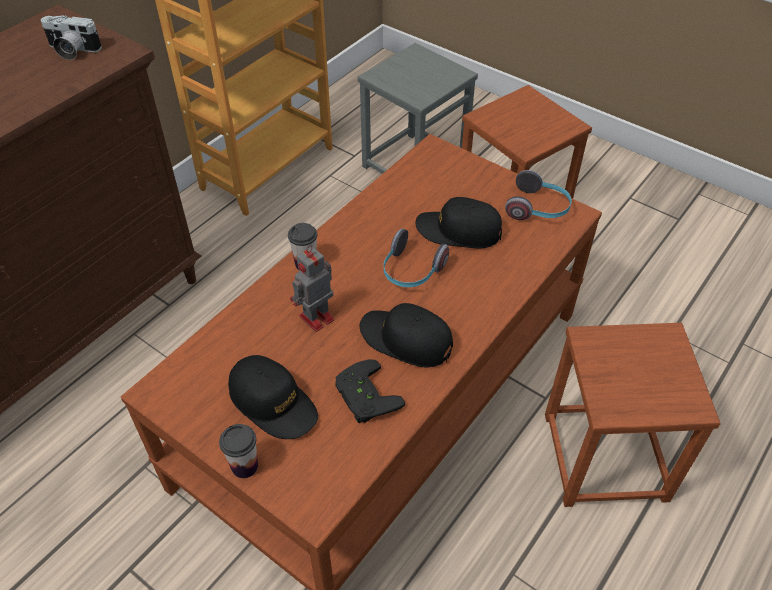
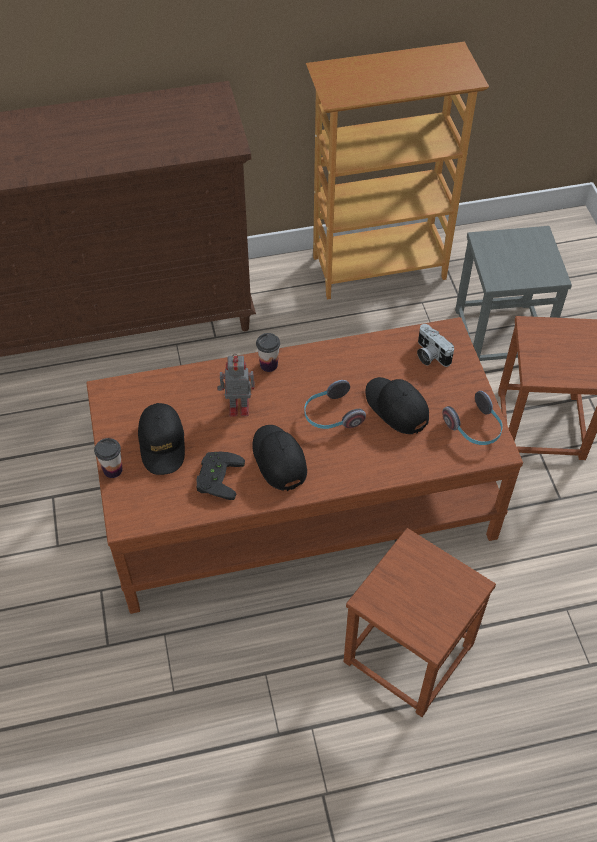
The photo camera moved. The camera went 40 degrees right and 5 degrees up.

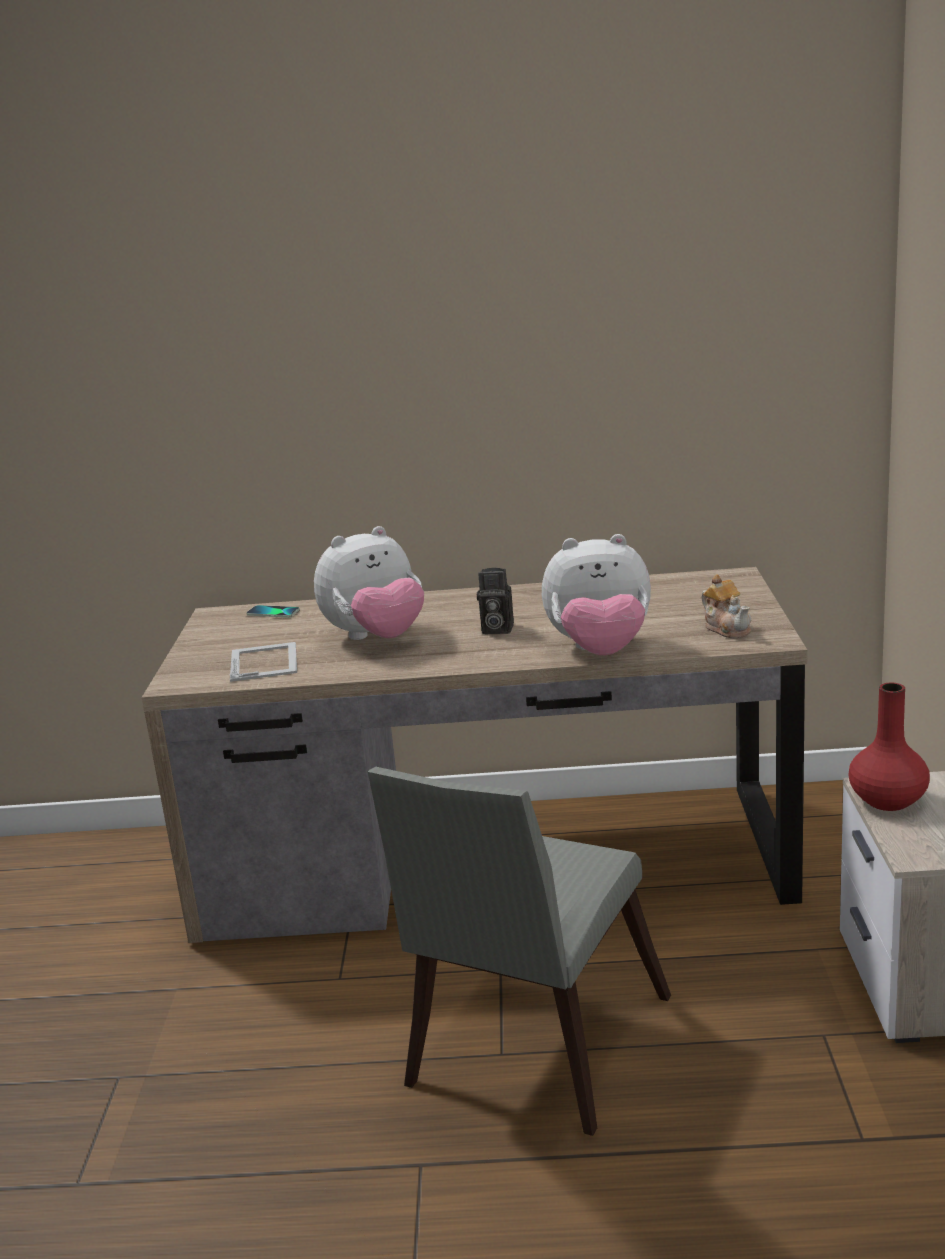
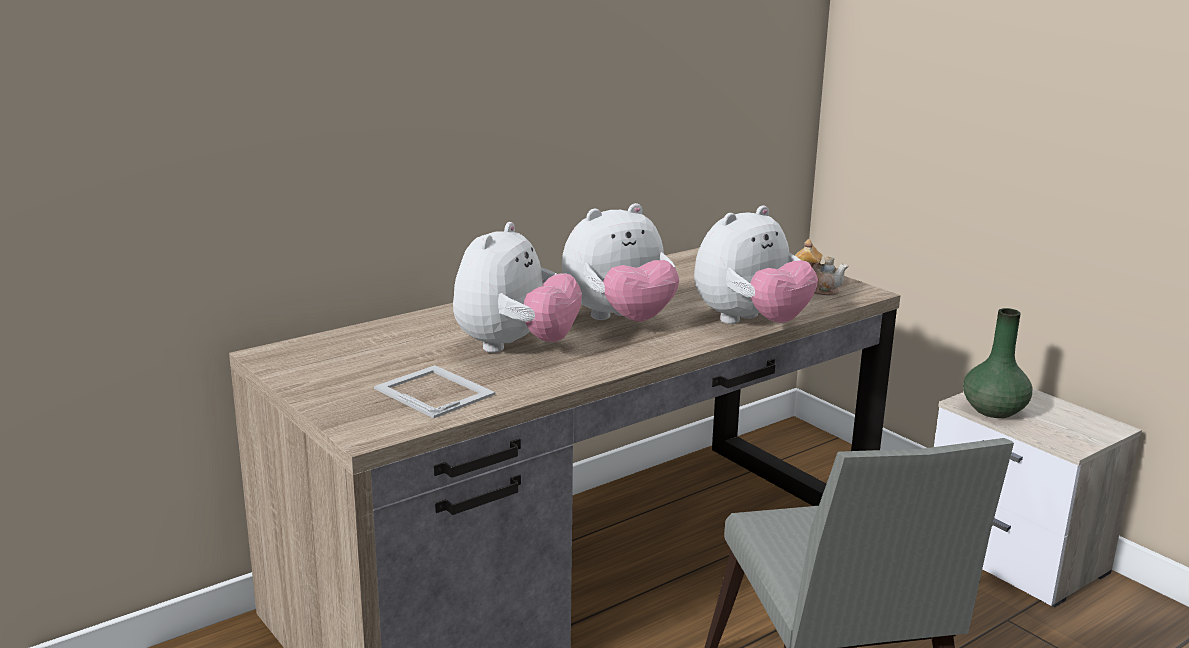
The phone disappeared. The photo camera was replaced by the plush toy (2nd from left). The vase/red became the vase/green. The camera went 40 degrees left and 0 degrees up.

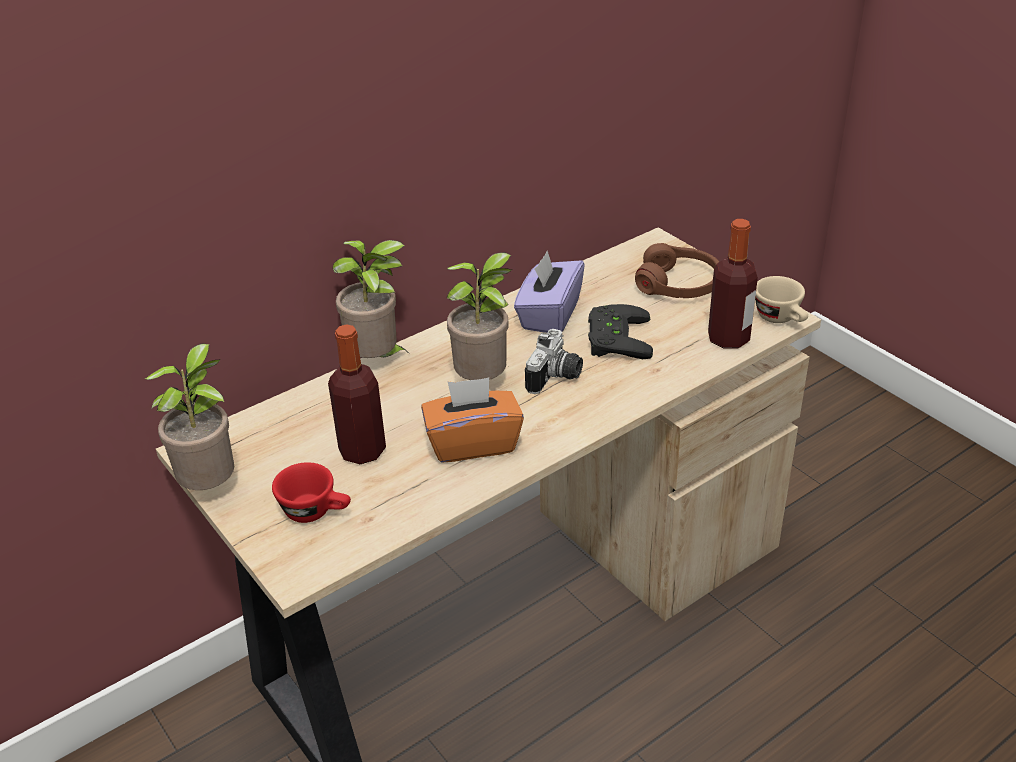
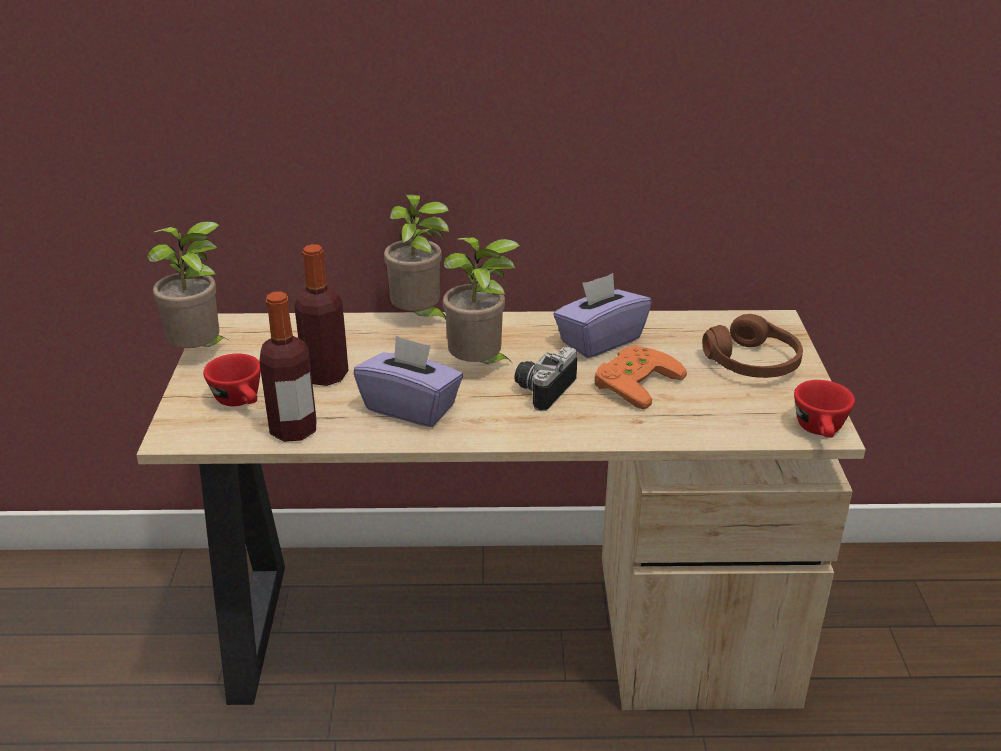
The tissue box/orange became the tissue box/purple (1st from left). The photo camera turned 150 degrees clockwise. The game controller/black became the game controller/orange. The bottle (2nd from left in the first image) moved. The cup/beige became the cup/red (2nd from left). The camera went 35 degrees right and 5 degrees down.

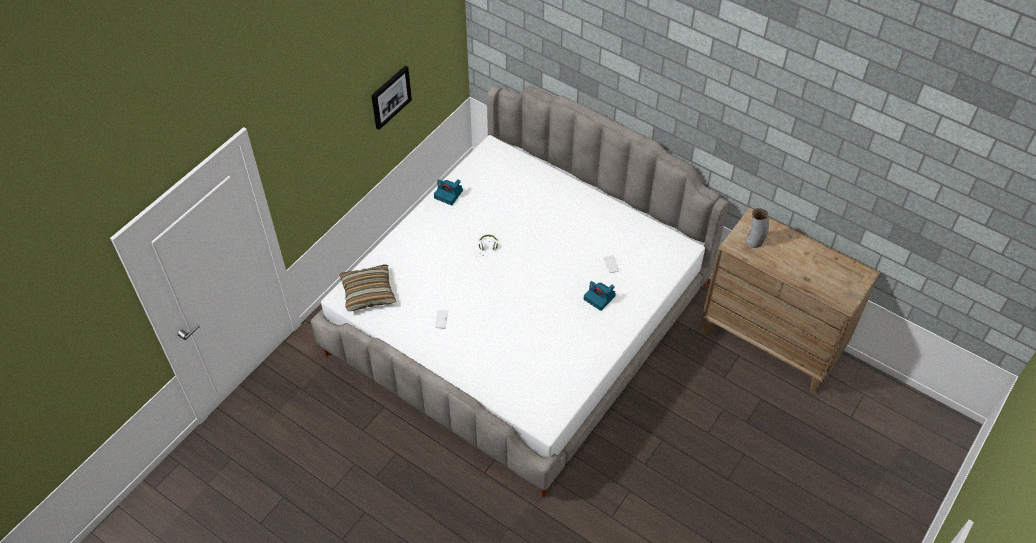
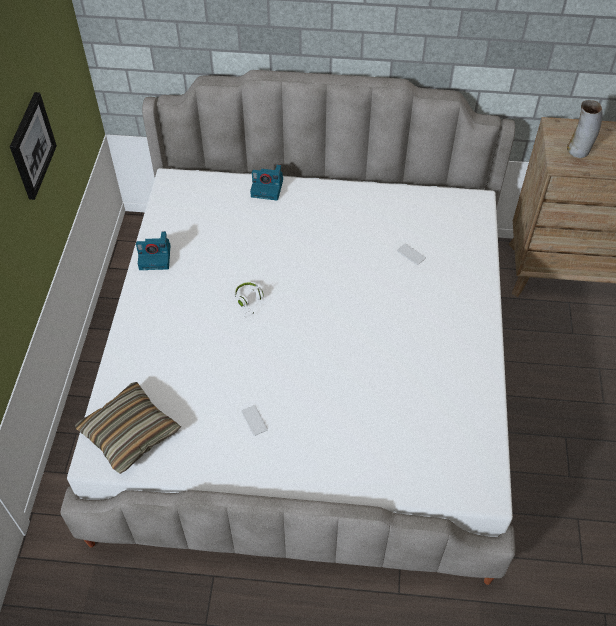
The photo camera (2nd from left) moved. The camera went 30 degrees left and 0 degrees up.

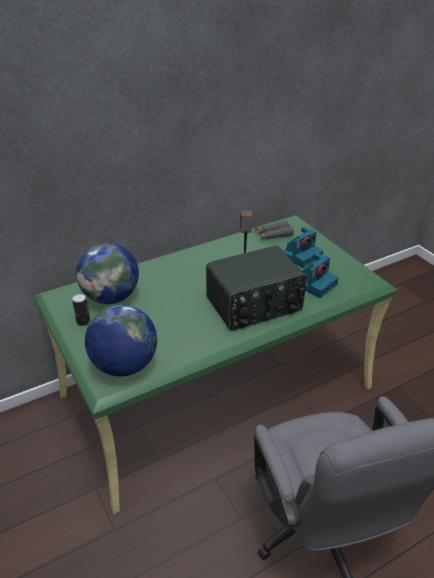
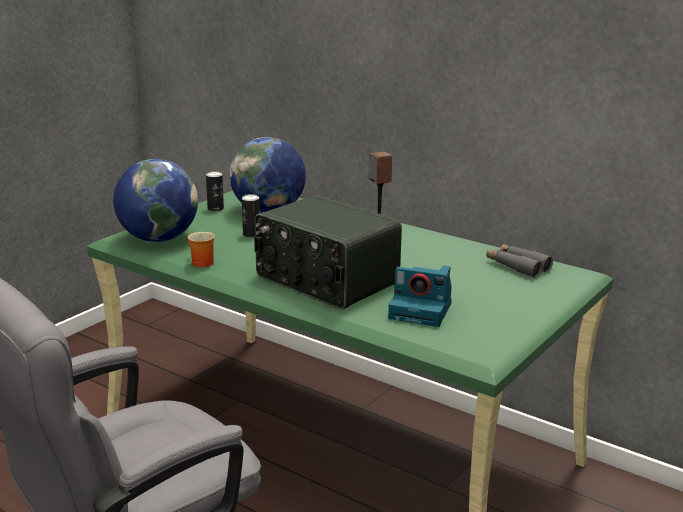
The photo camera (1st from left) disappeared. The mug appeared. The can (2nd from left) appeared. The camera went 65 degrees right and 15 degrees down.

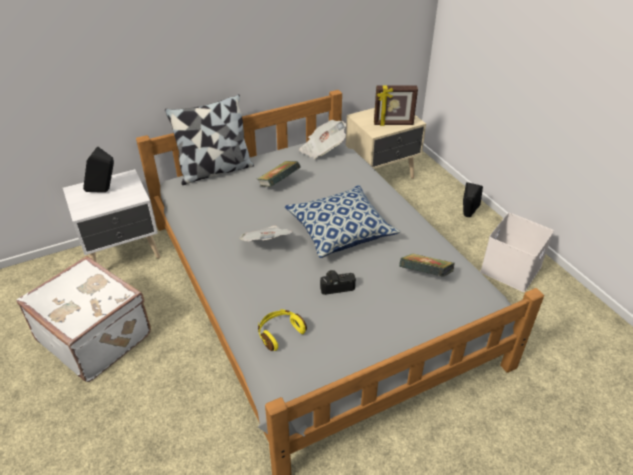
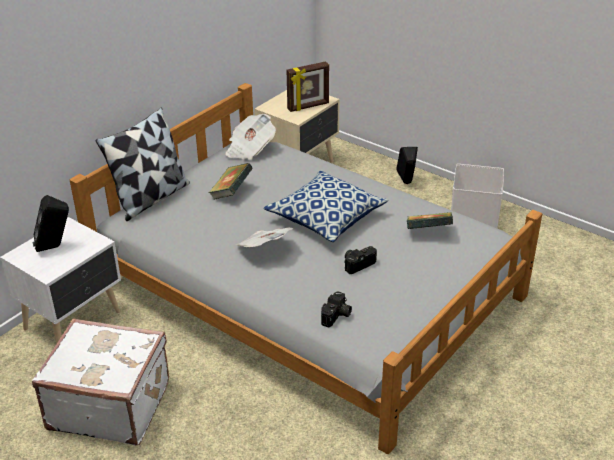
The headphones/yellow was replaced by the photo camera (1st from left). The camera went 25 degrees left and 5 degrees down.

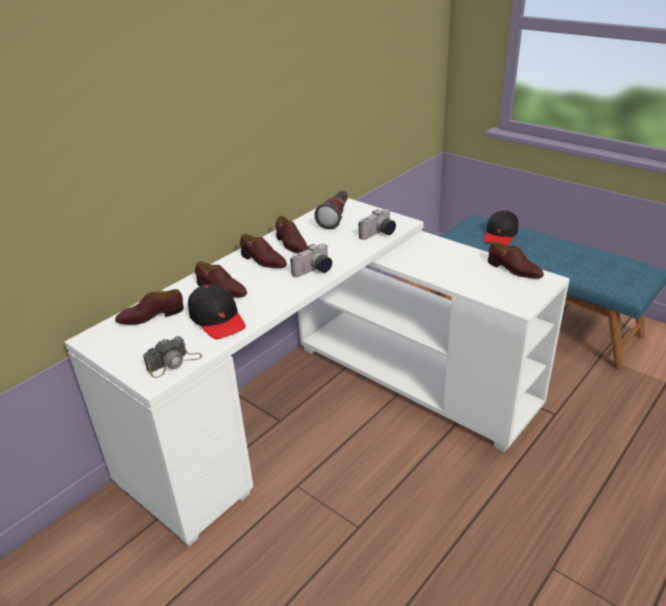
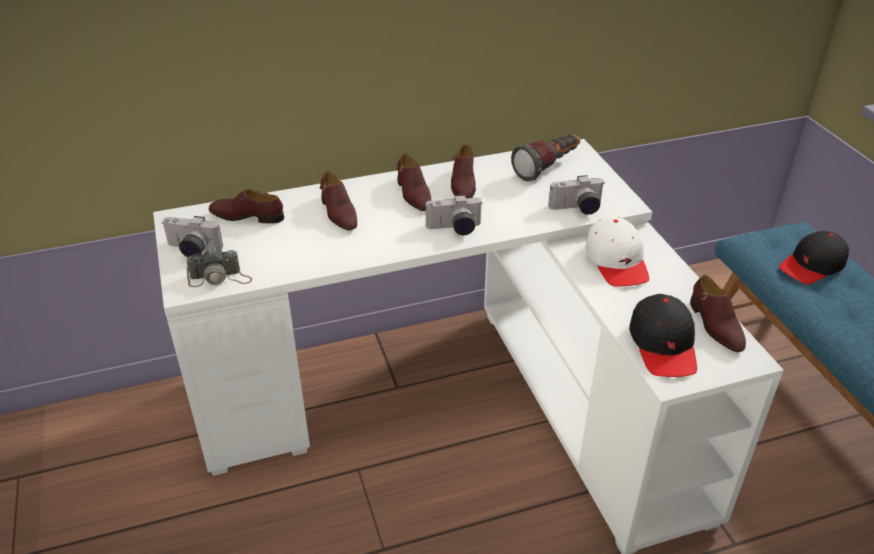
The cap/black (1st from left) moved. The photo camera (1st from left) appeared. The cap/white appeared. The camera went 30 degrees right and 5 degrees up.

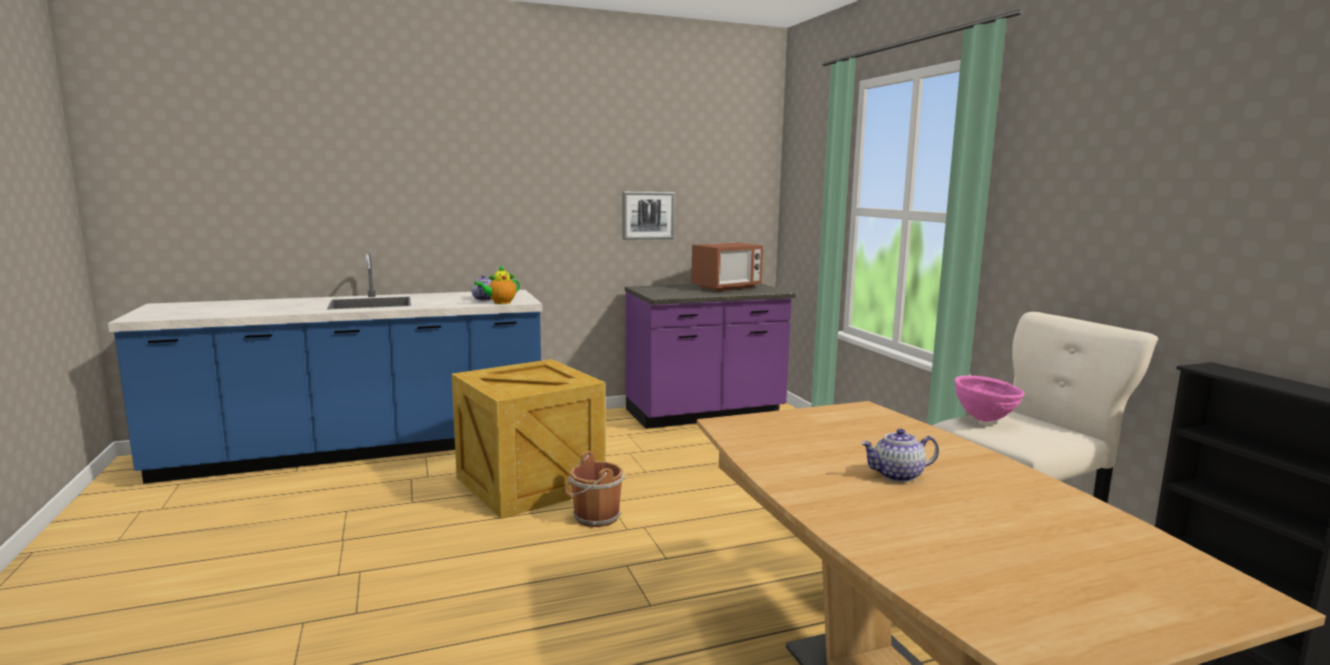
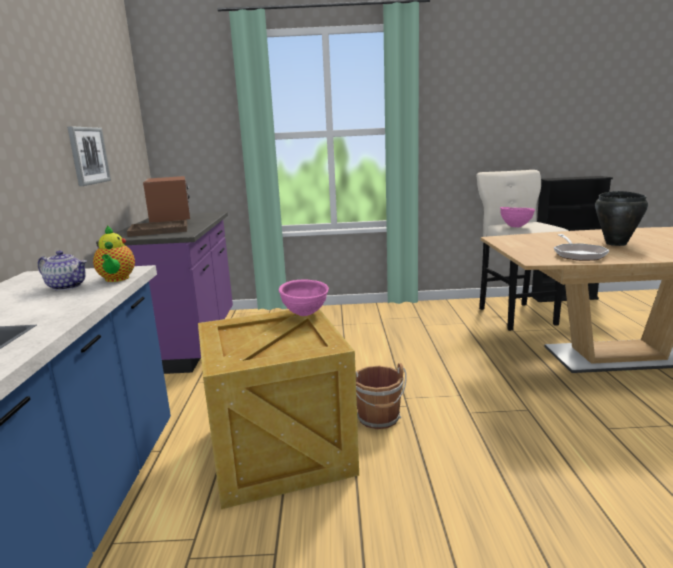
The teapot (3rd from left) was replaced by the cooking pot/black. The tray/brown appeared. The bowl/pink (1st from left) appeared. The frying pan appeared. The camera went 70 degrees left and 5 degrees up.

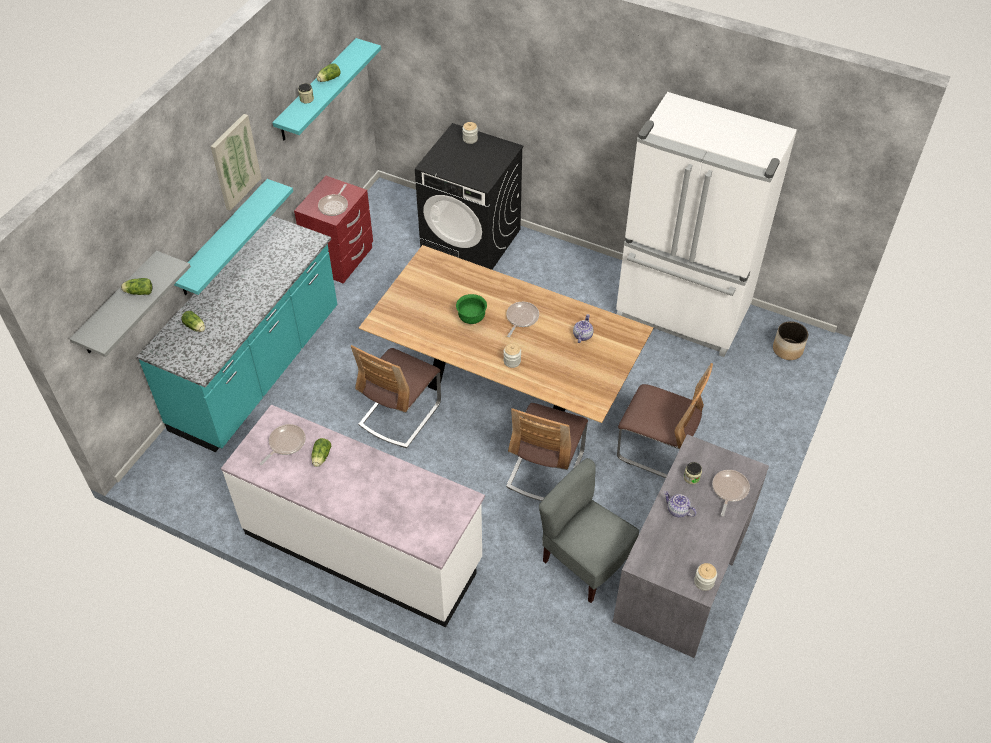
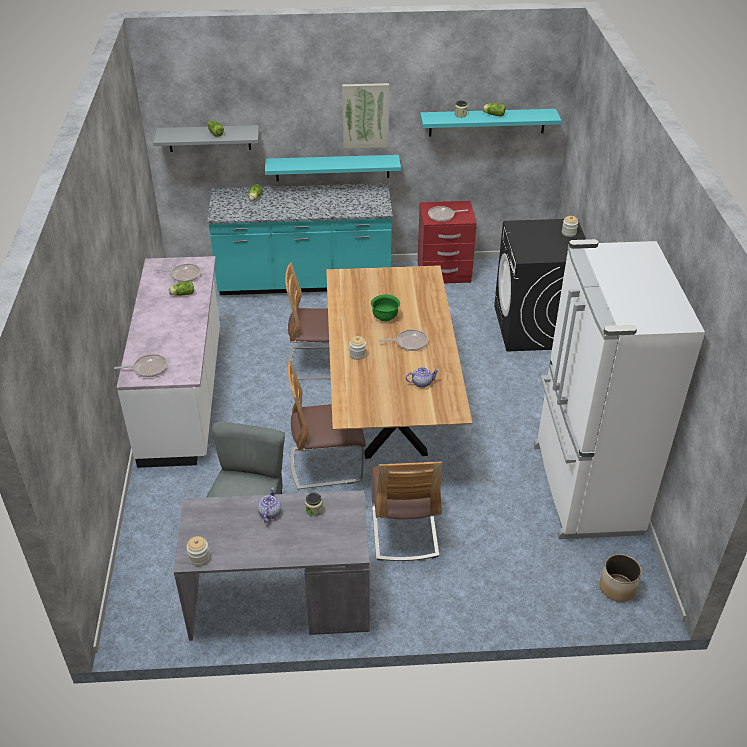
The frying pan (4th from left in the first image) moved. The camera went 60 degrees right and 10 degrees down.

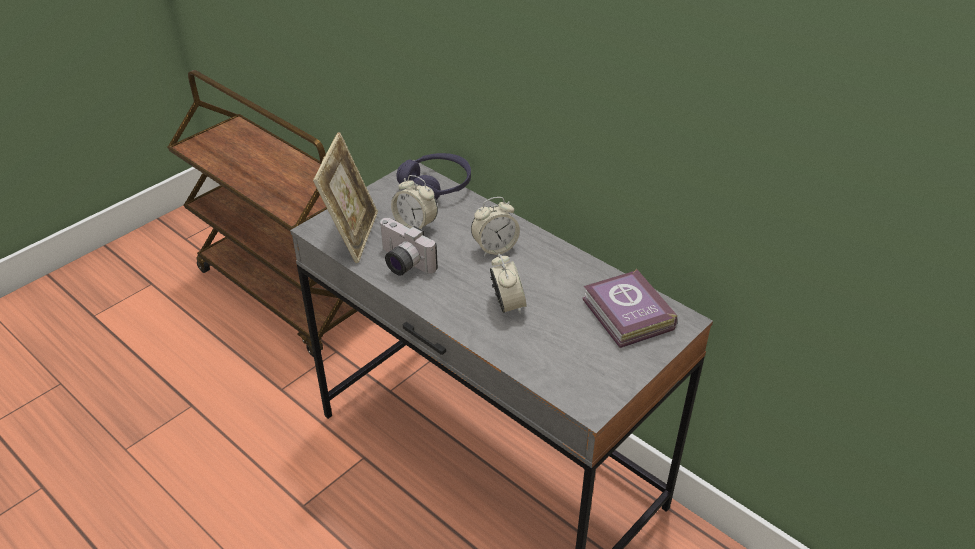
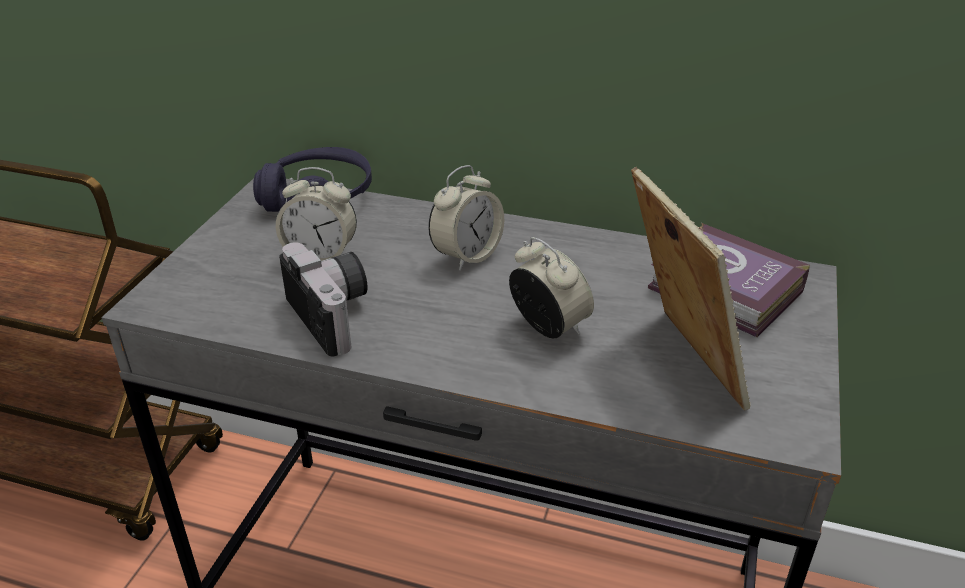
The picture frame moved. The photo camera turned 135 degrees counterclockwise. The camera went 25 degrees left and 5 degrees down.

